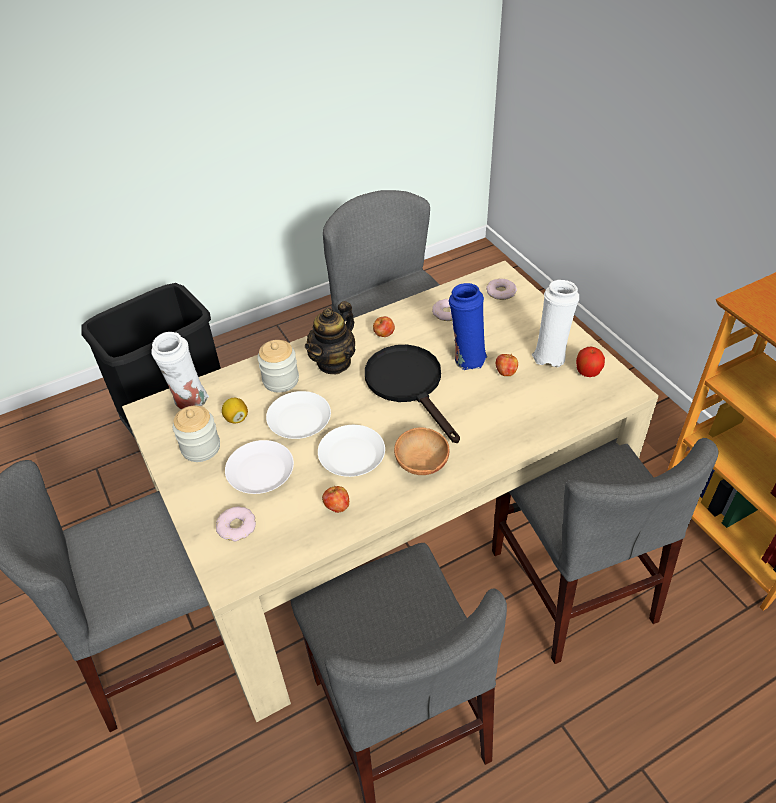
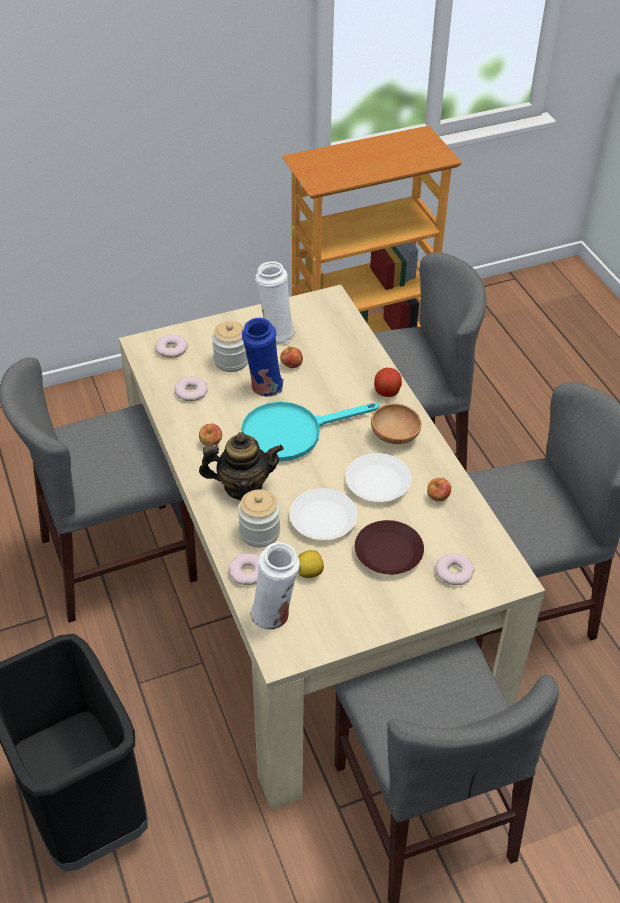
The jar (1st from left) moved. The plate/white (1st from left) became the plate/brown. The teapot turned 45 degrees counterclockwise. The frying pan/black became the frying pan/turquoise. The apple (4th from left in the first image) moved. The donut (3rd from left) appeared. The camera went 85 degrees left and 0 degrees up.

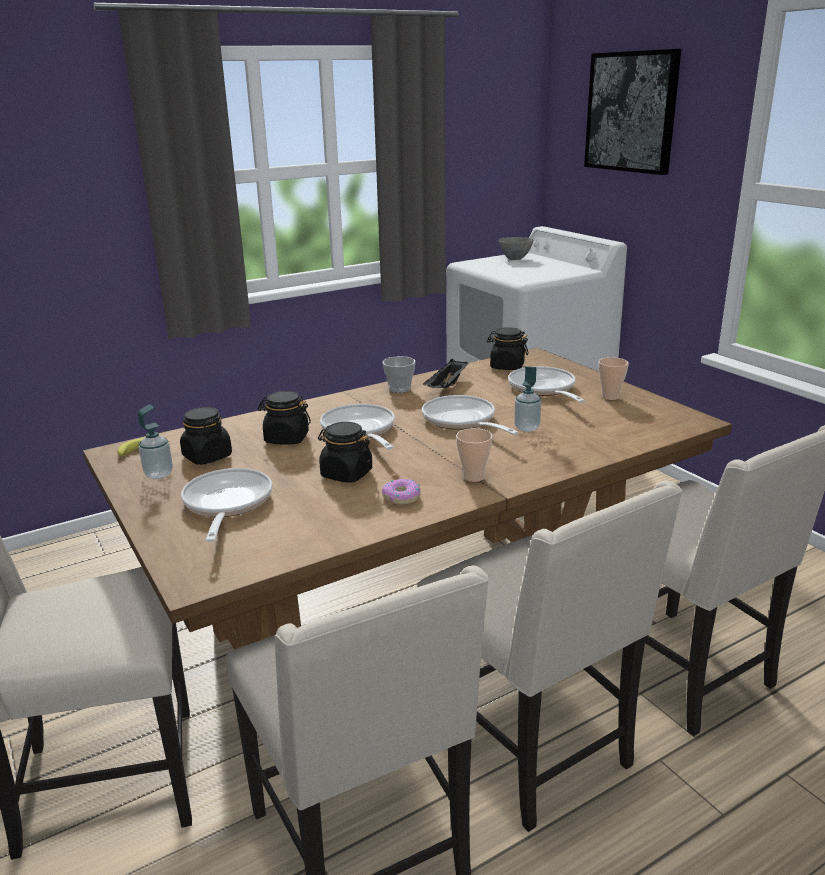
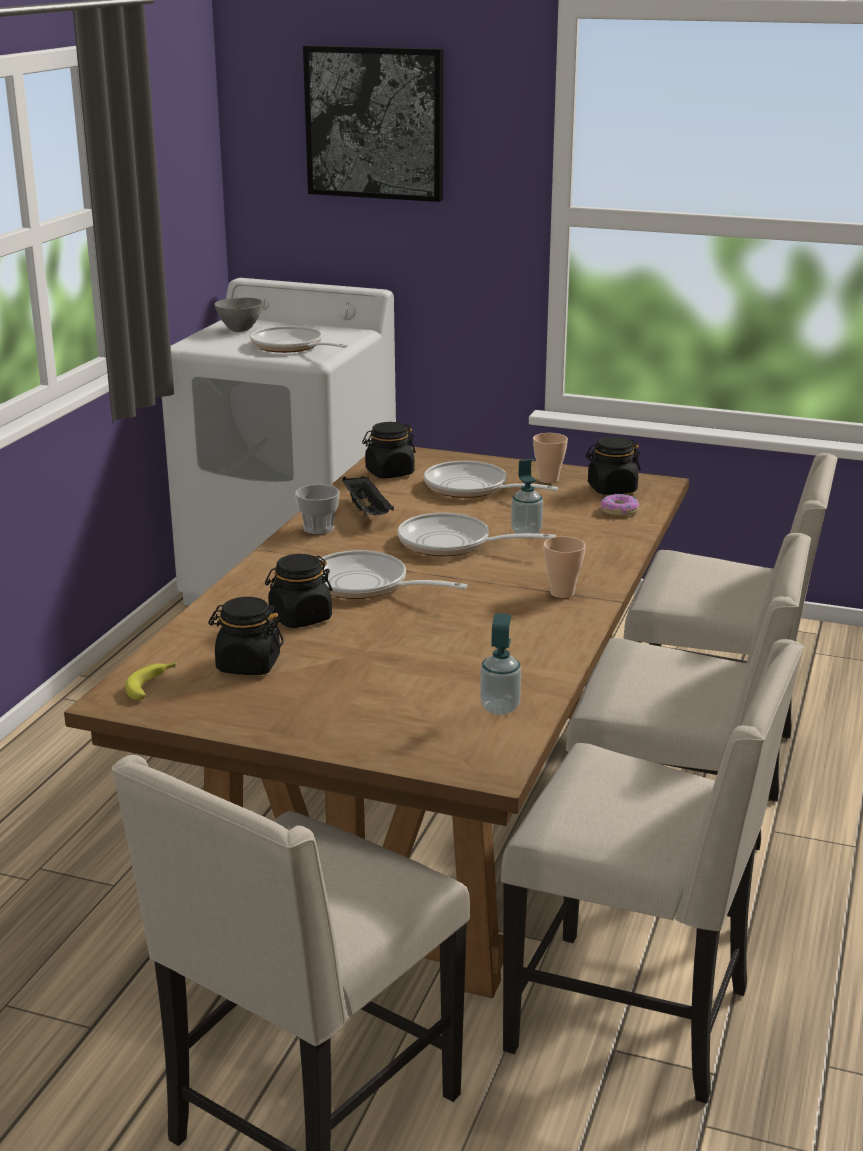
The soap dispenser (1st from left) moved. The frying pan (1st from left) moved. The jar/black (3rd from left in the first image) moved. The donut moved. The camera went 40 degrees left and 0 degrees up.

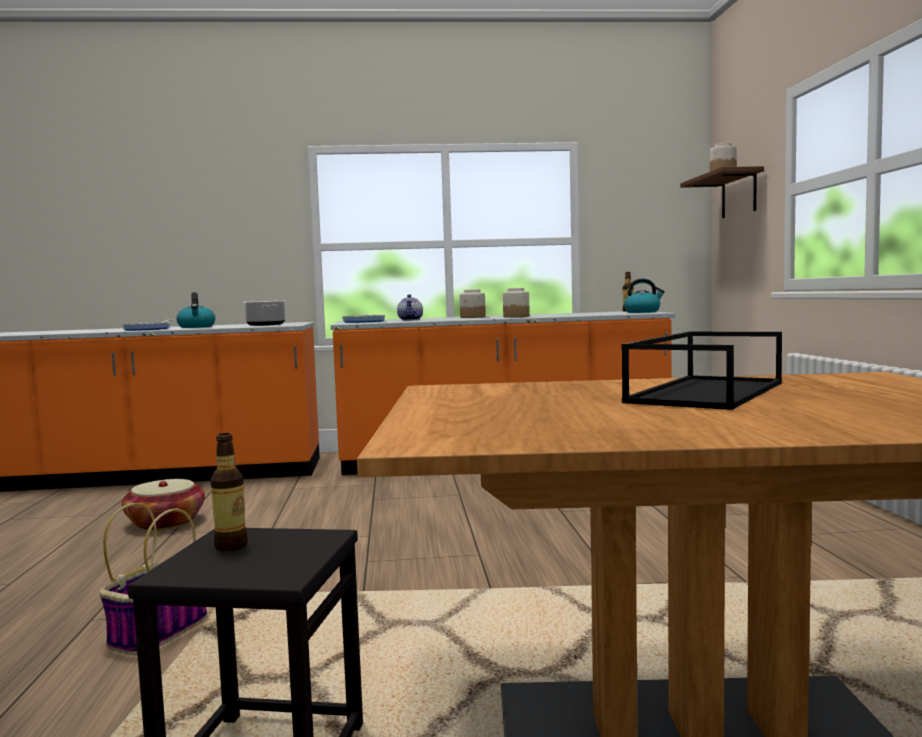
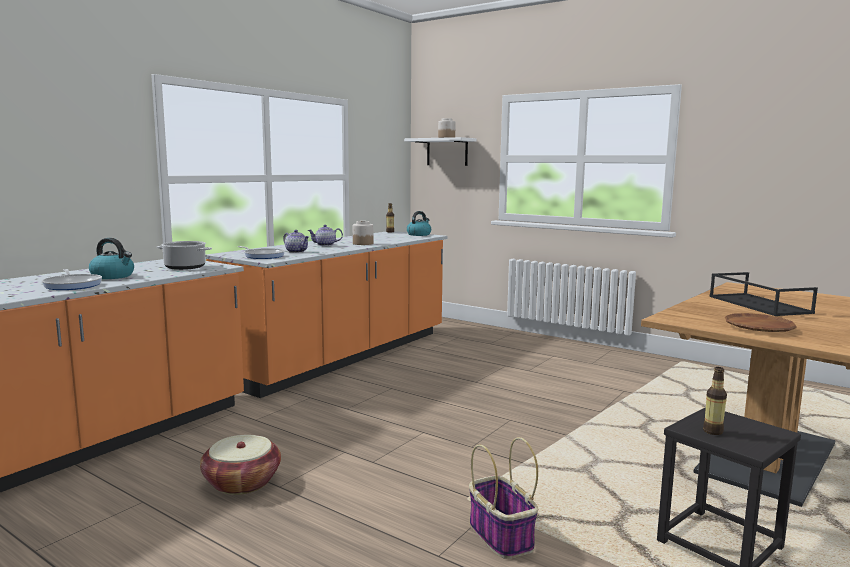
The jar (1st from left) was replaced by the teapot (2nd from left). The shelf/brown became the shelf/white. The plate/brown appeared. The camera went 50 degrees left and 5 degrees up.

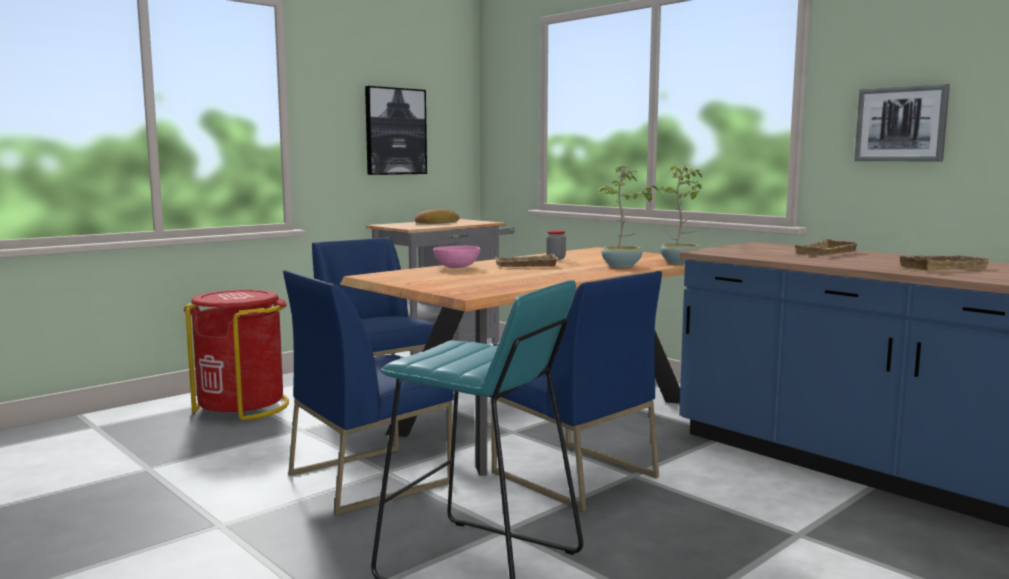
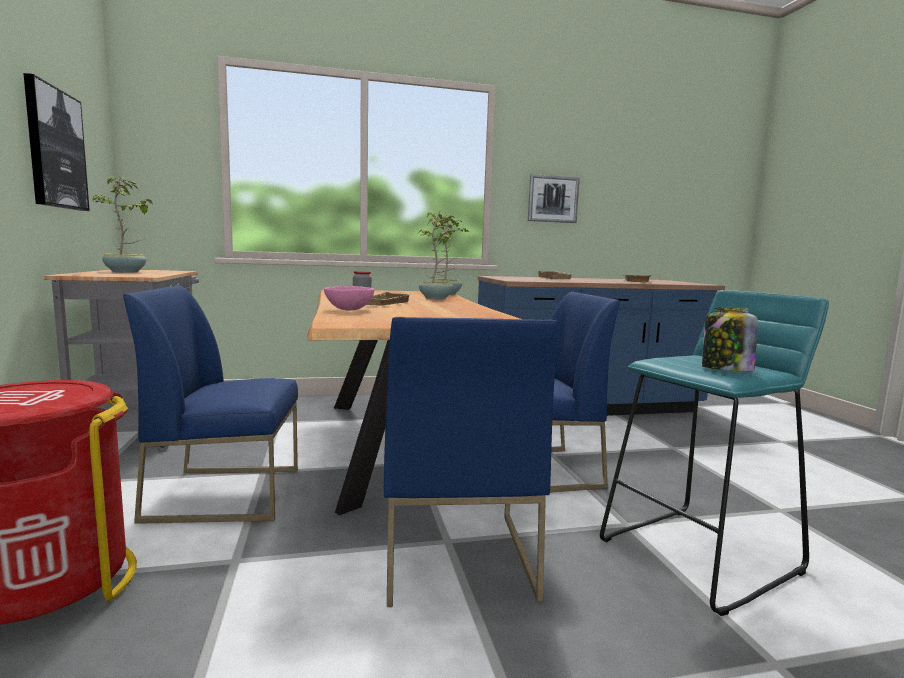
The bread was replaced by the potted plant (1st from left). The jar (2nd from left) appeared. The camera went 60 degrees left and 0 degrees up.

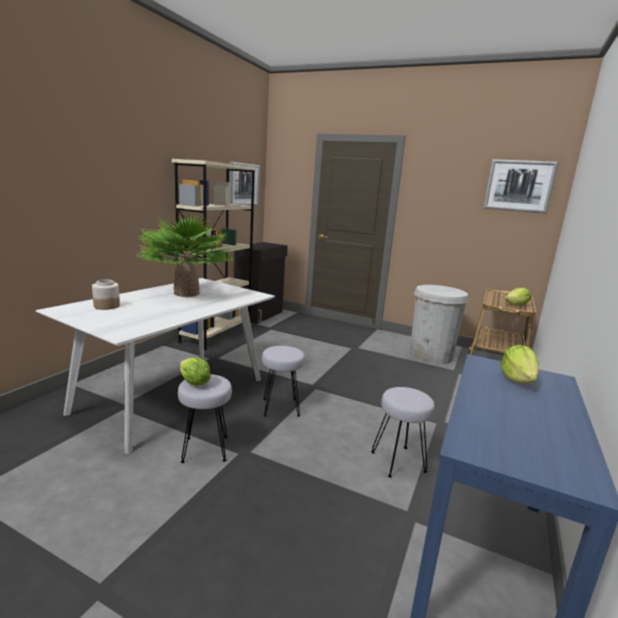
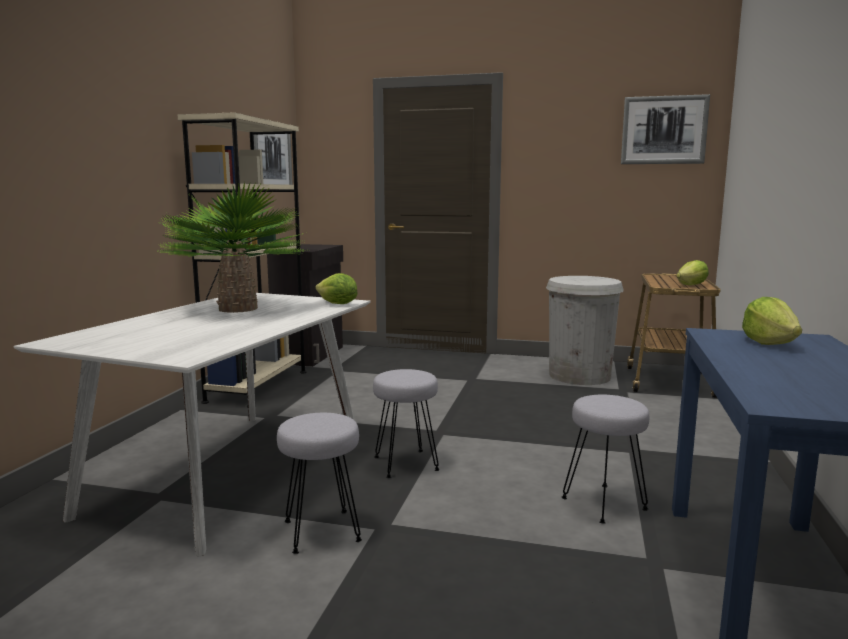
The jar disappeared. The lettuce (1st from left) moved. The camera went 10 degrees left and 5 degrees down.

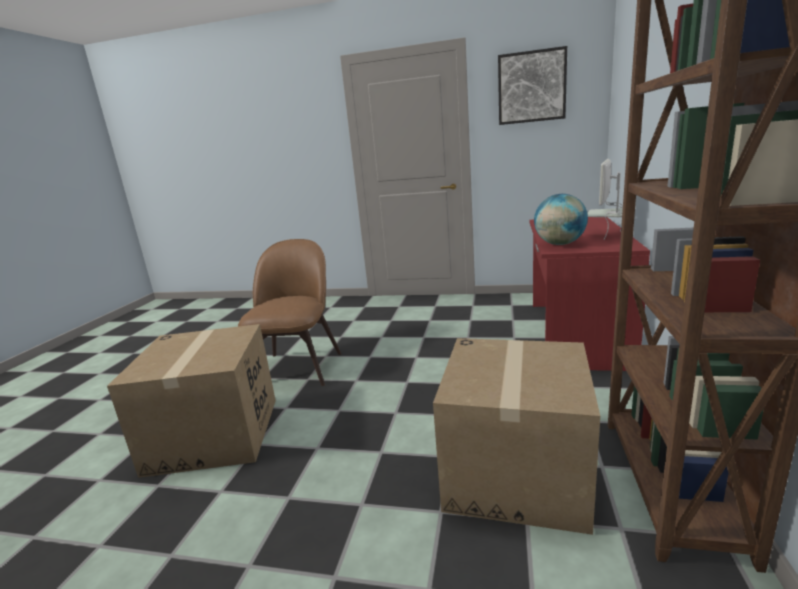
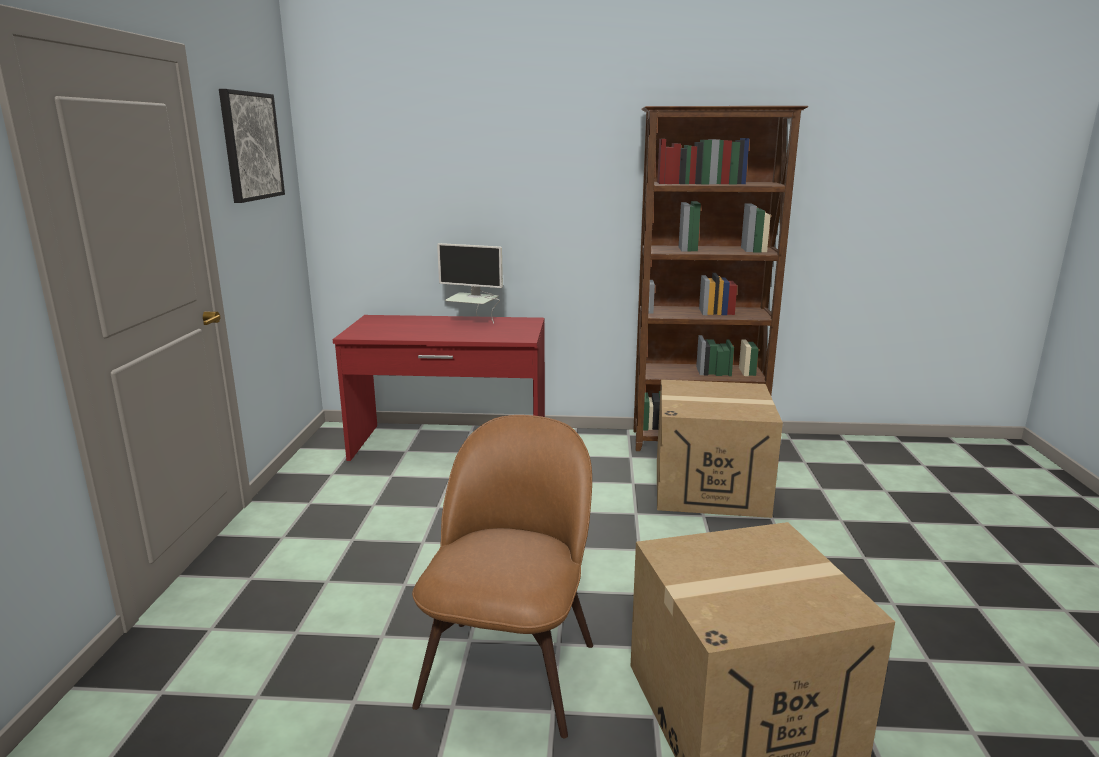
The chair/brown turned 105 degrees clockwise. The globe disappeared. The camera went 100 degrees left and 0 degrees up.

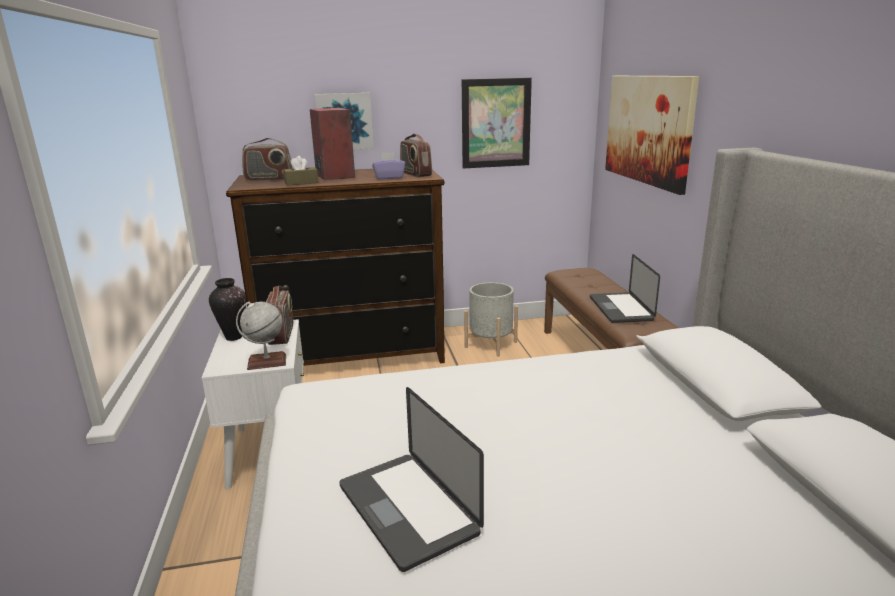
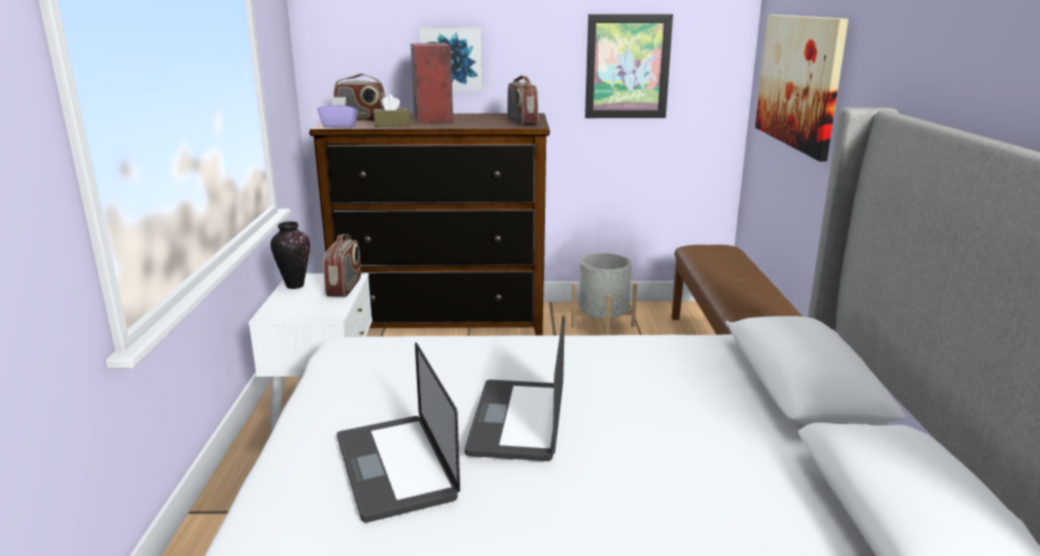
The globe disappeared. The tissue box/purple moved. The laptop (2nd from left) moved. The camera went 10 degrees right and 0 degrees up.

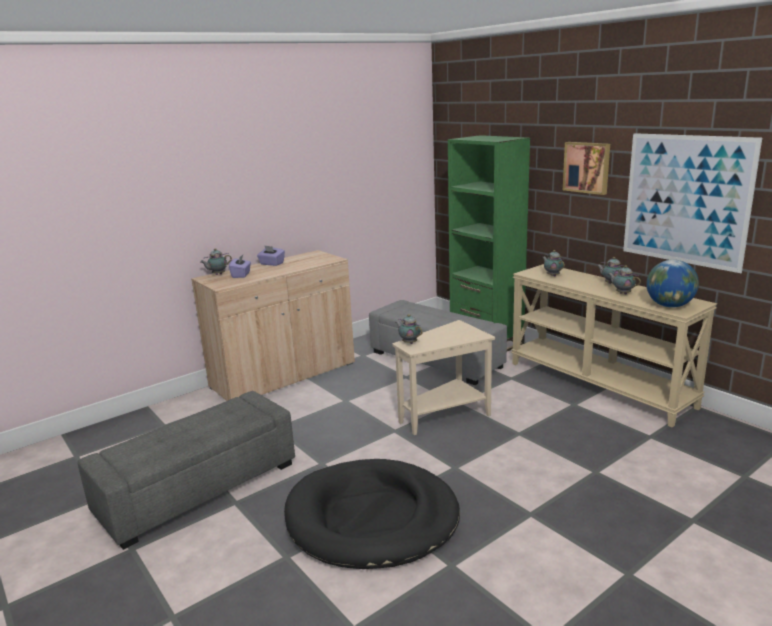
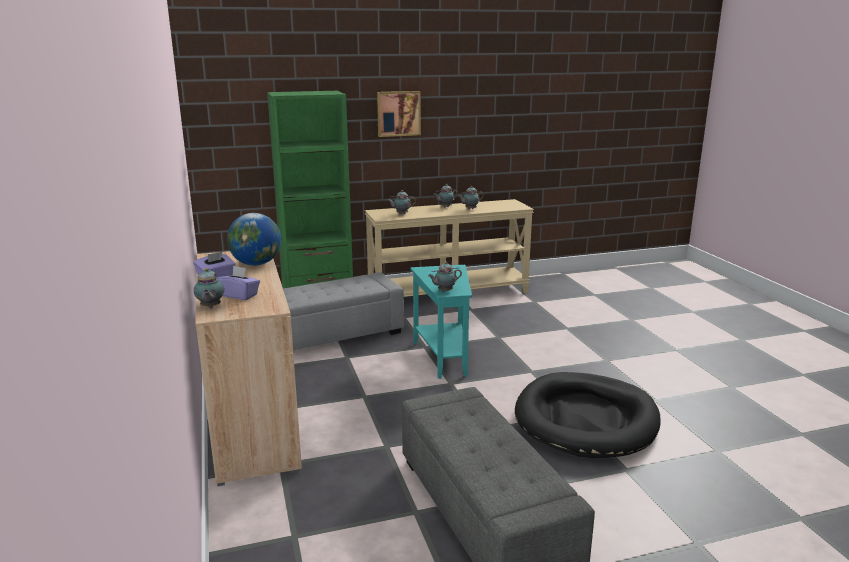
The side table/beige became the side table/turquoise. The picture (2nd from left) disappeared. The globe moved. The camera went 70 degrees left and 0 degrees up.

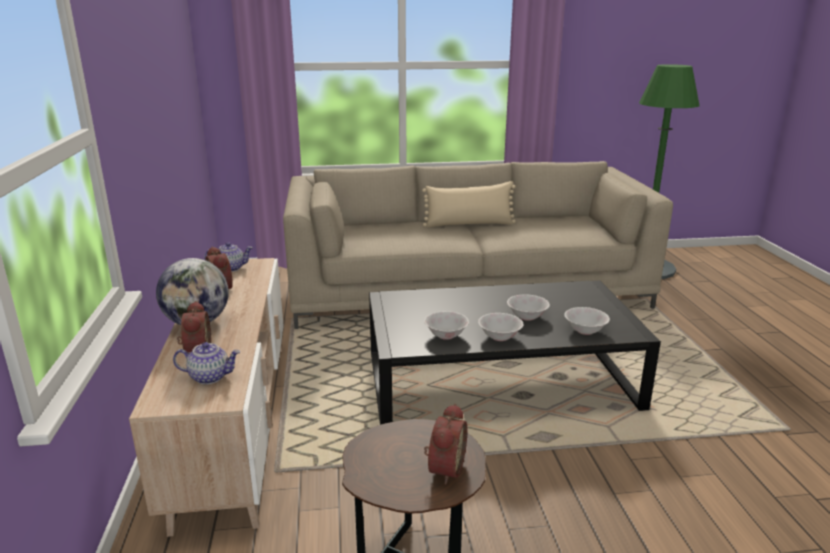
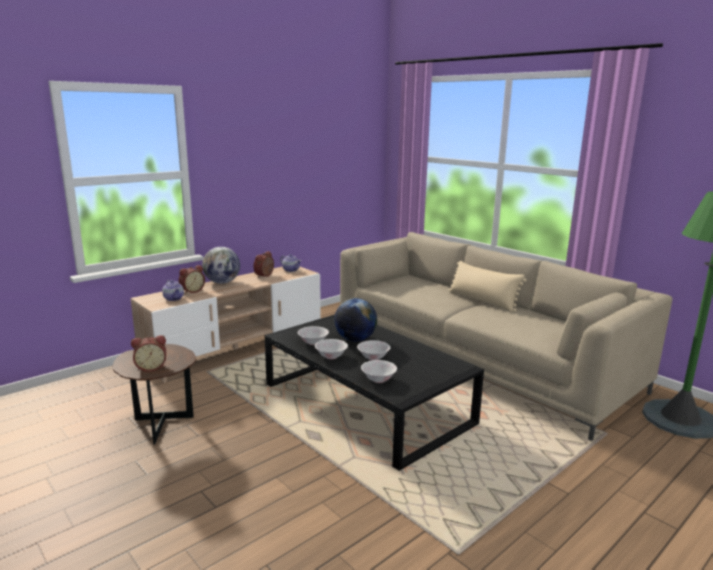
The globe (2nd from left) appeared. The camera went 55 degrees right and 5 degrees down.

